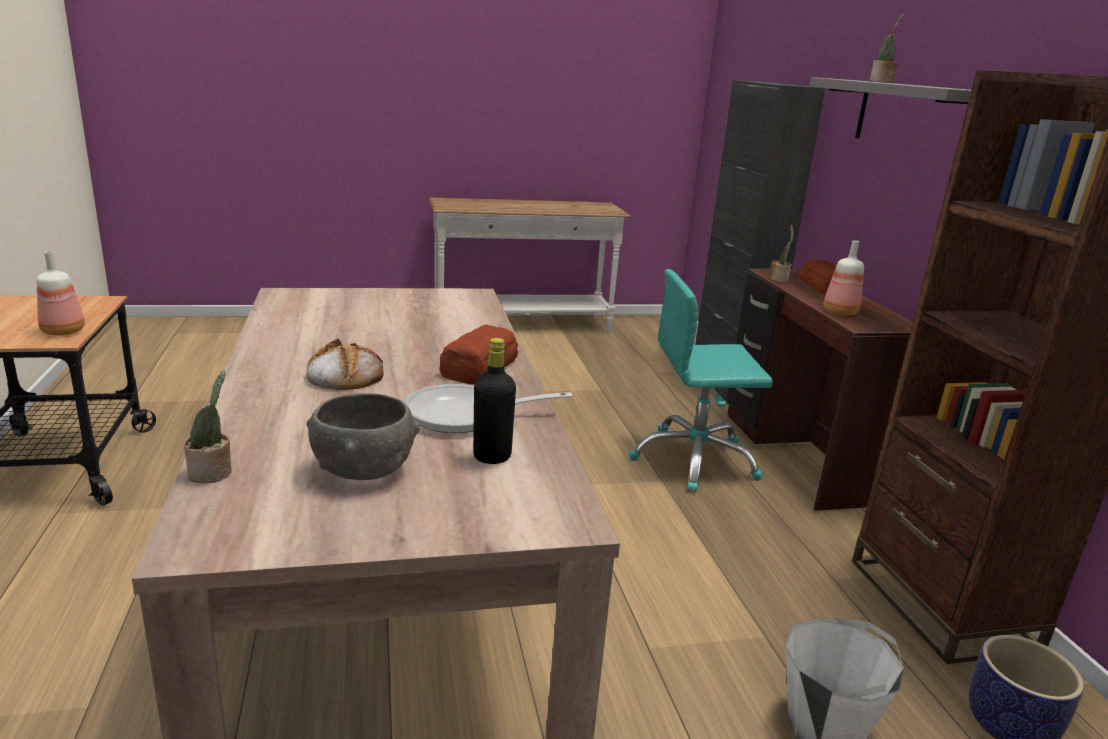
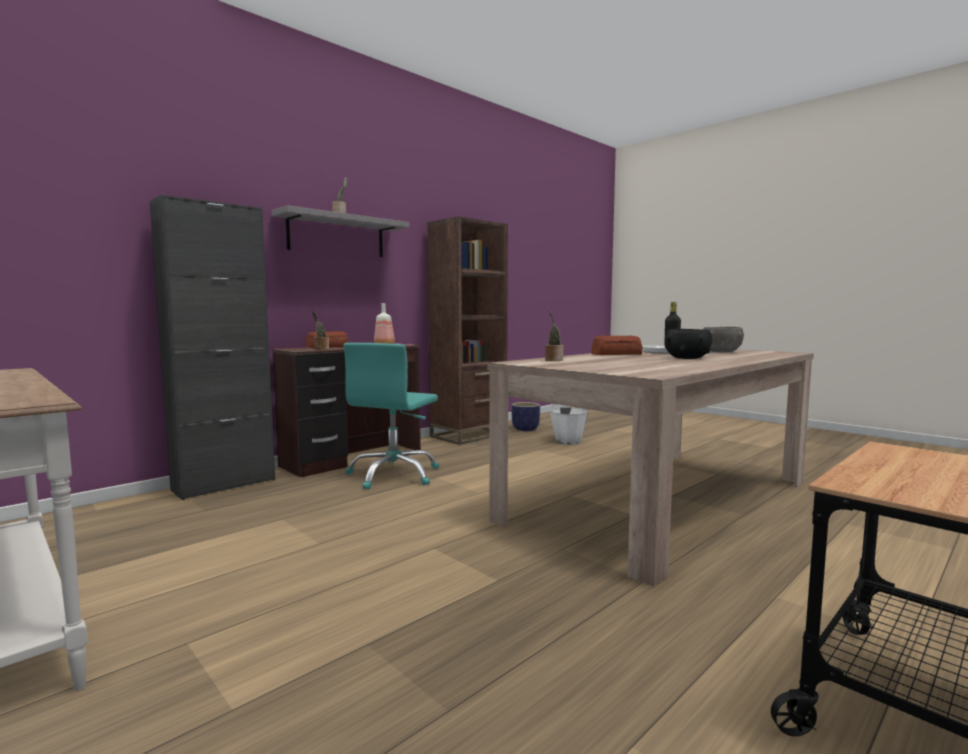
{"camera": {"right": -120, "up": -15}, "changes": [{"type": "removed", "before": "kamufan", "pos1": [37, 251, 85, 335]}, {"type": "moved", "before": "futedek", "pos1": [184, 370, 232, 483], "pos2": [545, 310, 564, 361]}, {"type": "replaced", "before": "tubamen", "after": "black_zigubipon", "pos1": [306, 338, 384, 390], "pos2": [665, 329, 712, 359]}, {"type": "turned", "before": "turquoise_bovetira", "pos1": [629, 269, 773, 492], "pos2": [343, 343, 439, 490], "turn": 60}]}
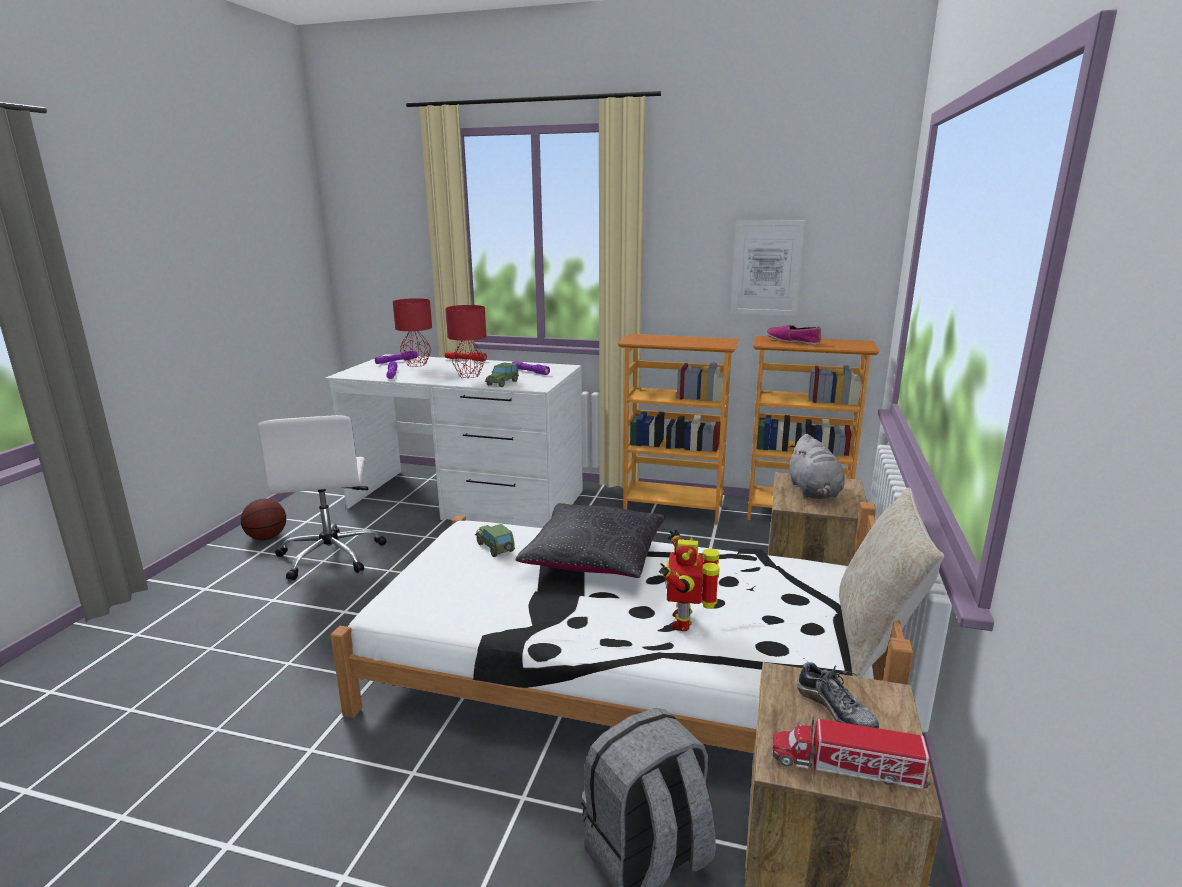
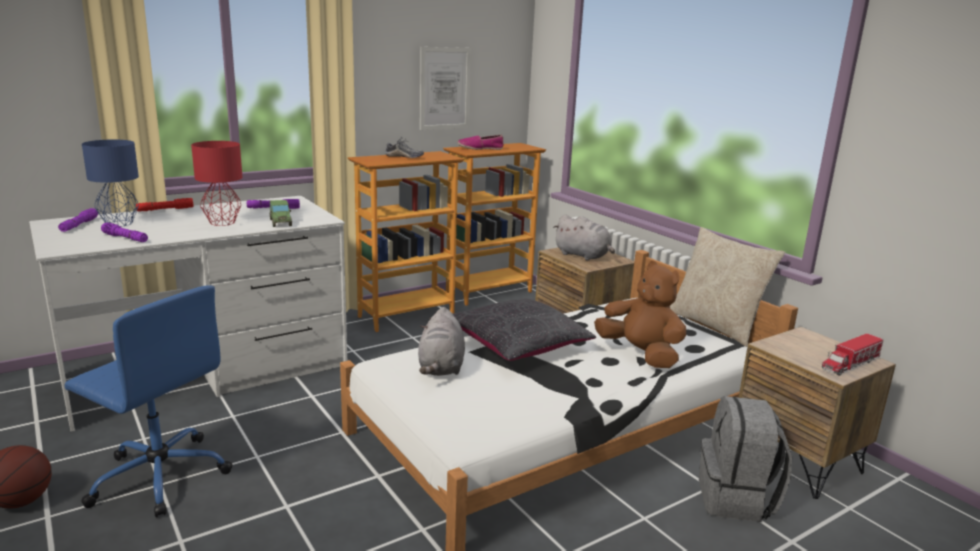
{"camera": {"right": -50, "up": 0}, "changes": [{"type": "recoloured", "before": "white_bovetira", "after": "blue_bovetira", "pos1": [257, 415, 386, 580], "pos2": [65, 285, 233, 518]}, {"type": "recoloured", "before": "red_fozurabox", "after": "blue_fozurabox", "pos1": [393, 298, 432, 367], "pos2": [82, 139, 139, 226]}, {"type": "replaced", "before": "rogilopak", "after": "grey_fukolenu", "pos1": [475, 524, 515, 557], "pos2": [418, 307, 465, 376]}, {"type": "replaced", "before": "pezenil", "after": "brown_fukolenu", "pos1": [659, 529, 720, 631], "pos2": [594, 261, 686, 368]}, {"type": "moved", "before": "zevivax", "pos1": [797, 659, 879, 728], "pos2": [385, 137, 424, 158]}]}
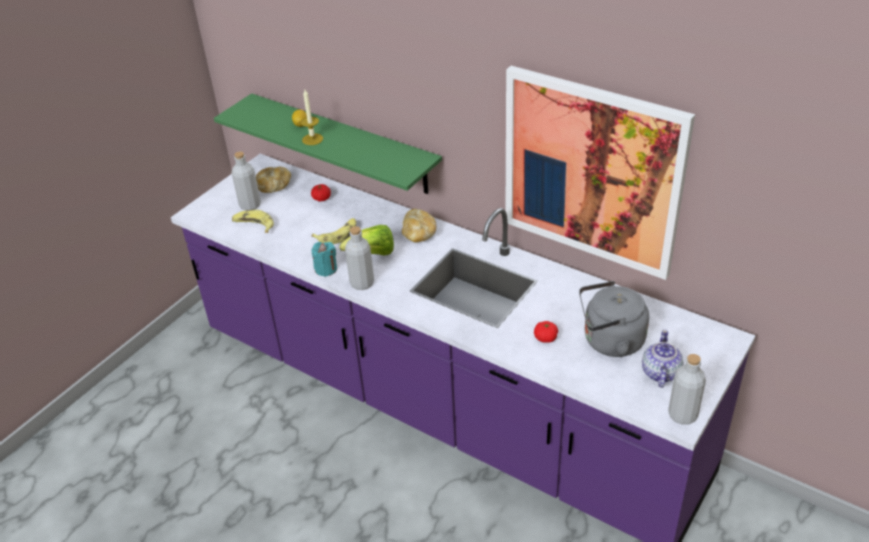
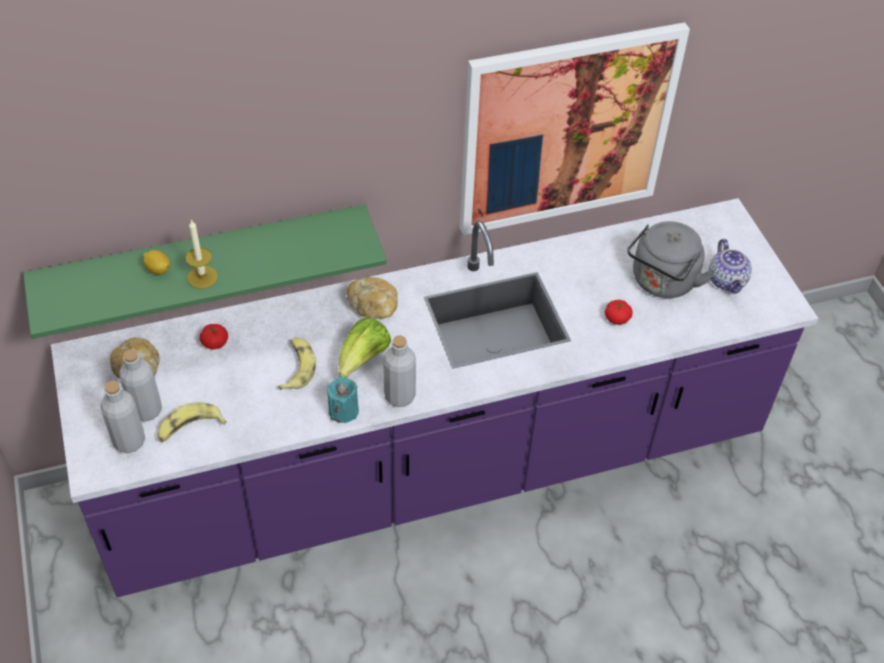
{"camera": {"right": -55, "up": 10}, "changes": [{"type": "turned", "before": "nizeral", "pos1": [642, 330, 683, 388], "pos2": [709, 239, 752, 294], "turn": -150}, {"type": "moved", "before": "grey_kamufan", "pos1": [668, 354, 706, 425], "pos2": [101, 381, 145, 453]}]}
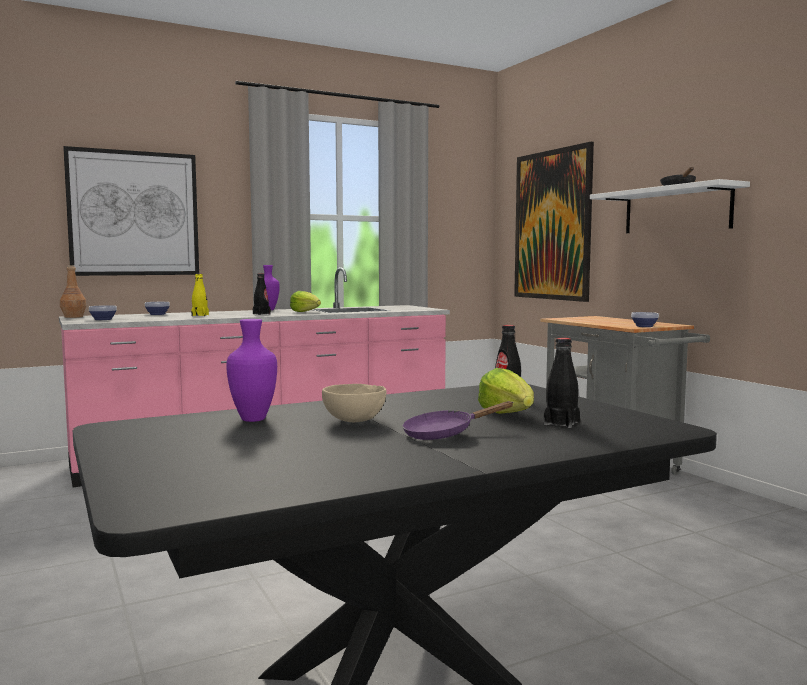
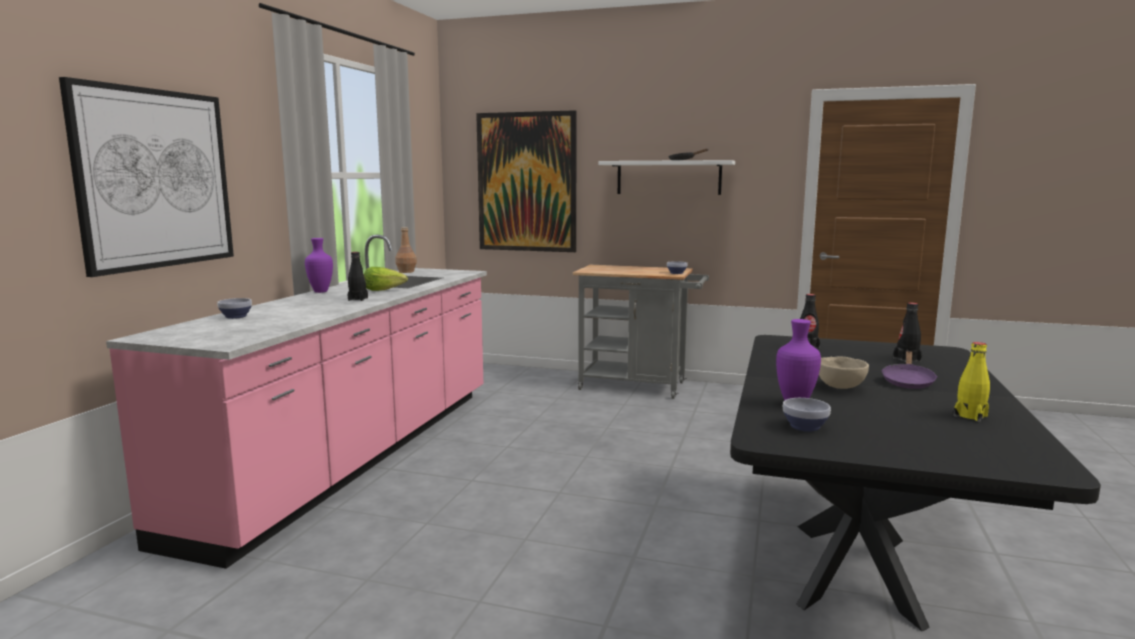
{"camera": {"right": -45, "up": 5}, "changes": [{"type": "moved", "before": "brown_kamufan", "pos1": [60, 266, 86, 318], "pos2": [395, 227, 417, 273]}, {"type": "moved", "before": "zigubipon", "pos1": [89, 305, 117, 320], "pos2": [783, 398, 831, 432]}, {"type": "moved", "before": "yellow_kamufan", "pos1": [191, 274, 209, 316], "pos2": [954, 342, 990, 422]}, {"type": "removed", "before": "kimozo", "pos1": [478, 368, 534, 414]}]}
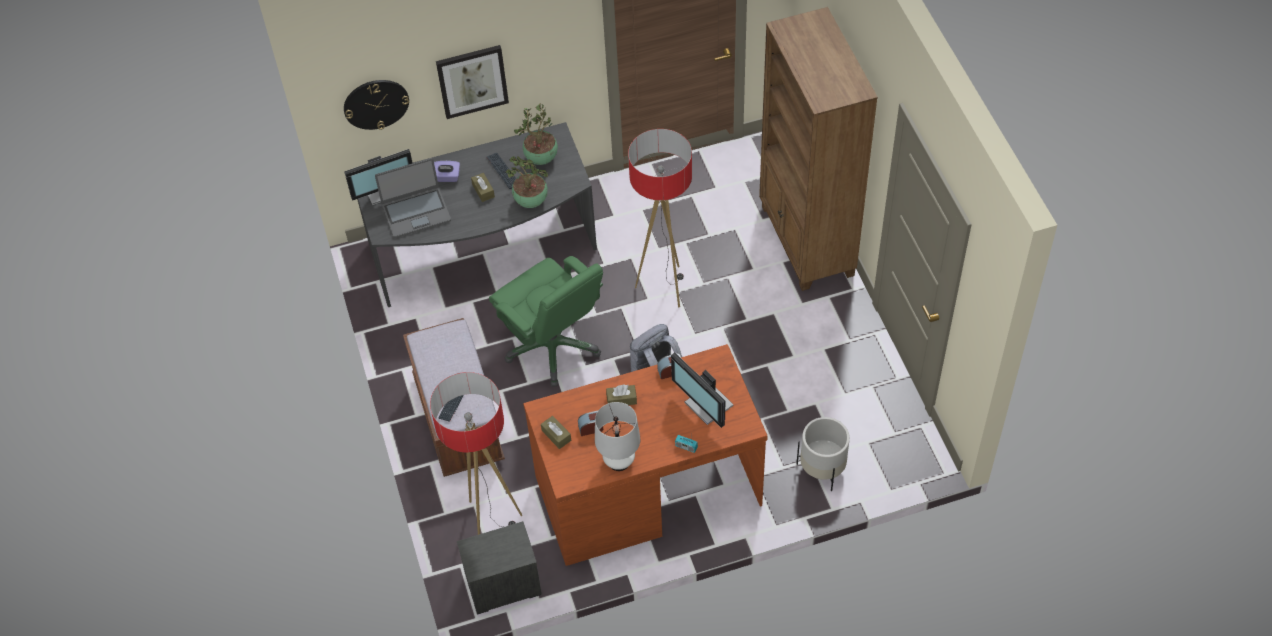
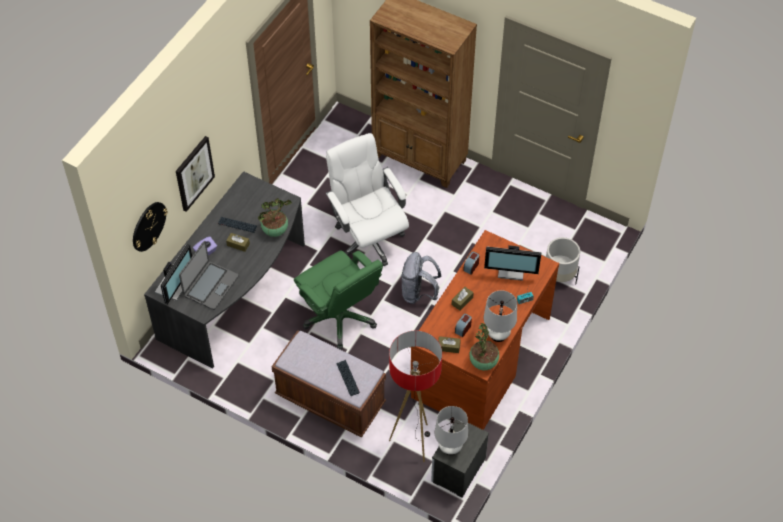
{"camera": {"right": -45, "up": 0}, "changes": [{"type": "turned", "before": "green_bovetira", "pos1": [489, 256, 603, 387], "pos2": [294, 251, 383, 350], "turn": 45}, {"type": "moved", "before": "futedek", "pos1": [514, 104, 558, 165], "pos2": [469, 323, 499, 370]}, {"type": "replaced", "before": "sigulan", "after": "white_bovetira", "pos1": [628, 129, 692, 308], "pos2": [326, 133, 409, 266]}, {"type": "added", "after": "white_fozurabox", "pos2": [435, 406, 468, 455]}]}
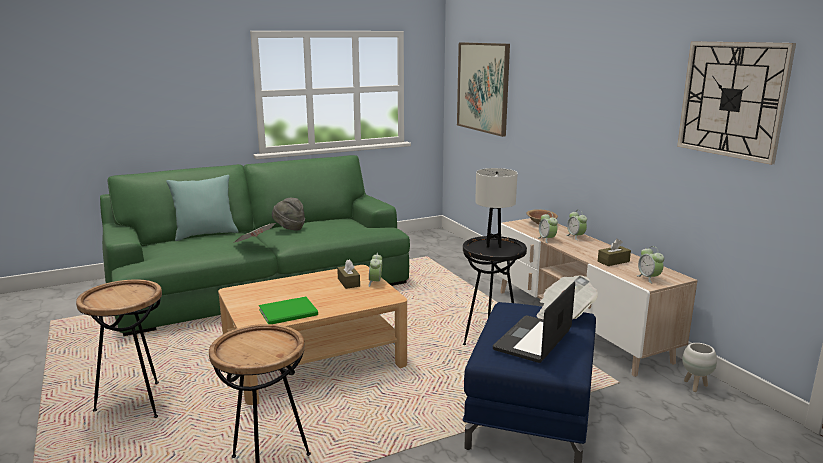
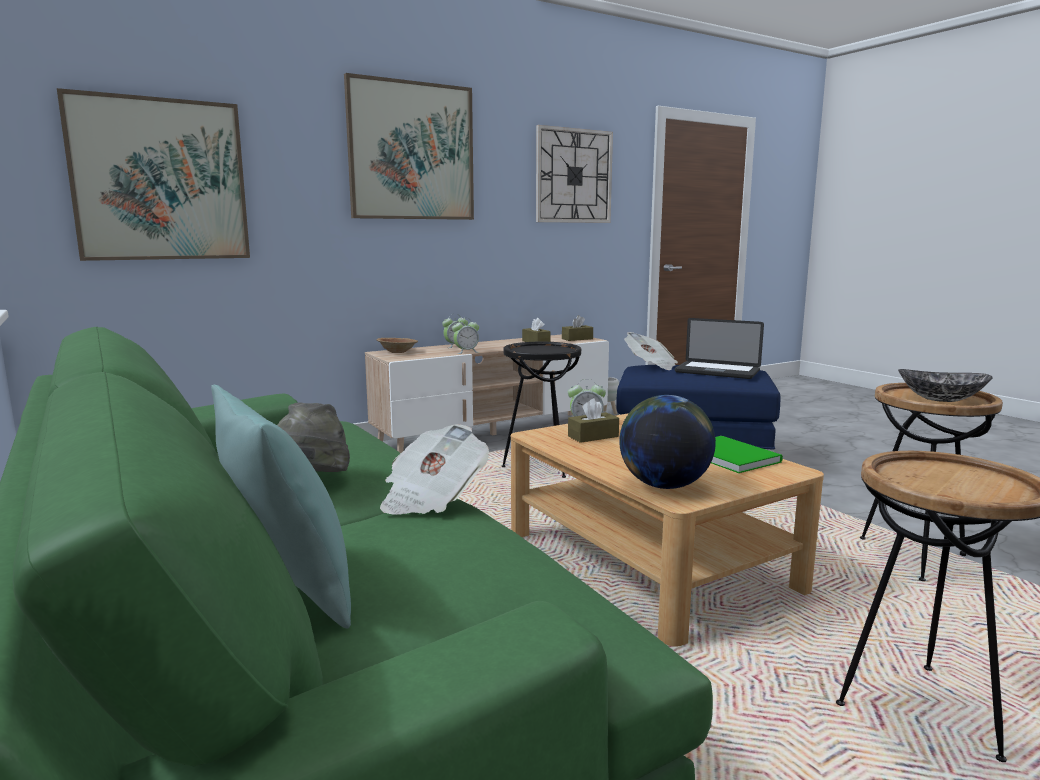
{"camera": {"right": -95, "up": -5}, "changes": [{"type": "removed", "before": "white_fozurabox", "pos1": [475, 168, 518, 248]}, {"type": "replaced", "before": "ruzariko", "after": "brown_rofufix", "pos1": [636, 246, 664, 283], "pos2": [562, 315, 593, 341]}, {"type": "added", "after": "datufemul", "pos2": [344, 73, 474, 220]}, {"type": "added", "after": "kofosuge", "pos2": [619, 395, 716, 489]}, {"type": "added", "after": "zigubipon", "pos2": [898, 369, 993, 402]}]}
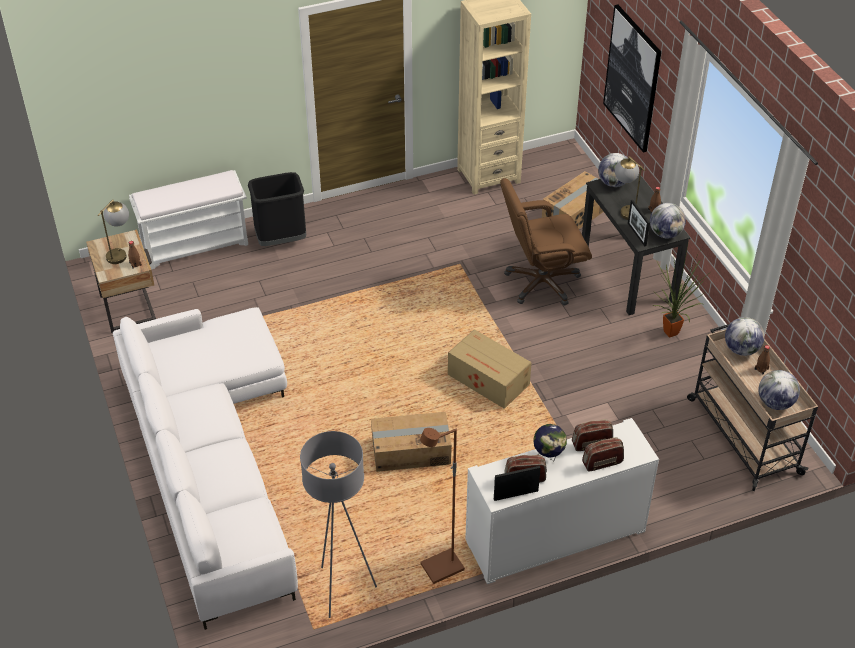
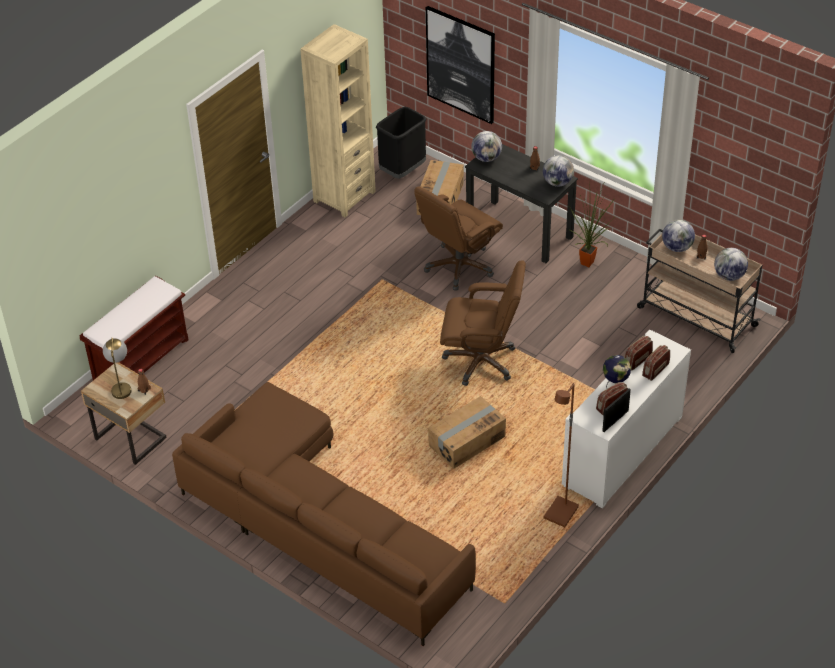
{"camera": {"right": -30, "up": 0}, "changes": [{"type": "recoloured", "before": "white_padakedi", "after": "brown_padakedi", "pos1": [113, 307, 298, 630], "pos2": [172, 382, 476, 646]}, {"type": "recoloured", "before": "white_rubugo", "after": "brown_rubugo", "pos1": [129, 170, 248, 270], "pos2": [80, 275, 188, 380]}, {"type": "moved", "before": "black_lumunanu", "pos1": [248, 172, 306, 246], "pos2": [376, 107, 426, 179]}, {"type": "removed", "before": "grey_sigulan", "pos1": [300, 431, 377, 618]}, {"type": "replaced", "before": "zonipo", "after": "brown_bovetira", "pos1": [448, 329, 532, 409], "pos2": [440, 260, 526, 386]}, {"type": "removed", "before": "fozurabox", "pos1": [615, 156, 646, 220]}, {"type": "removed", "before": "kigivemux", "pos1": [628, 200, 650, 247]}]}
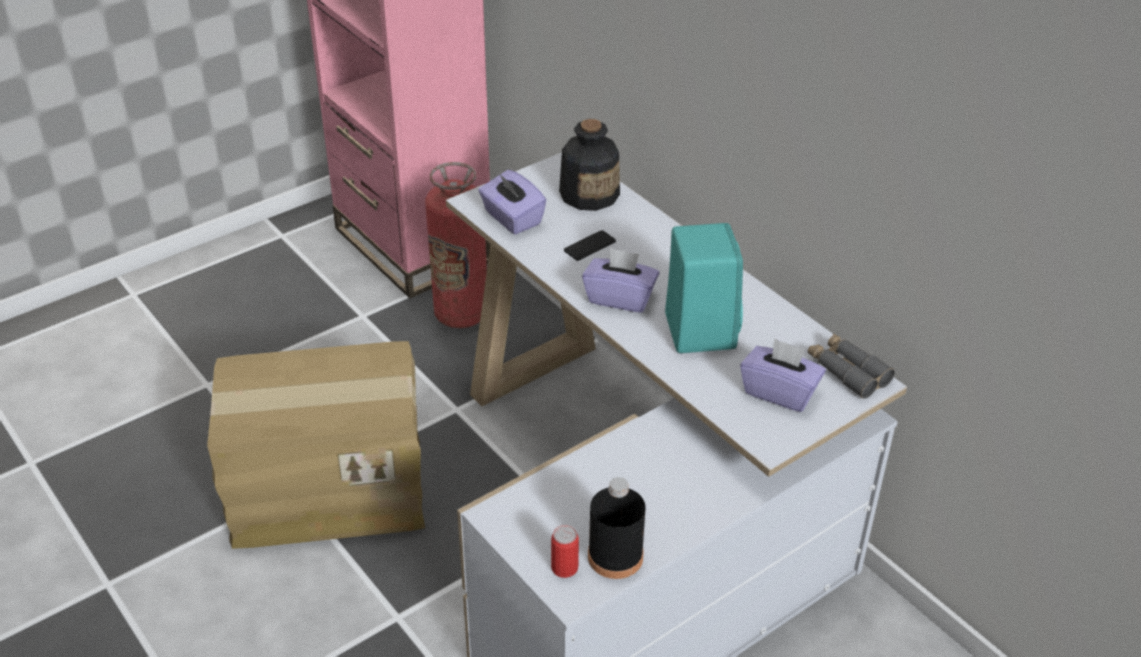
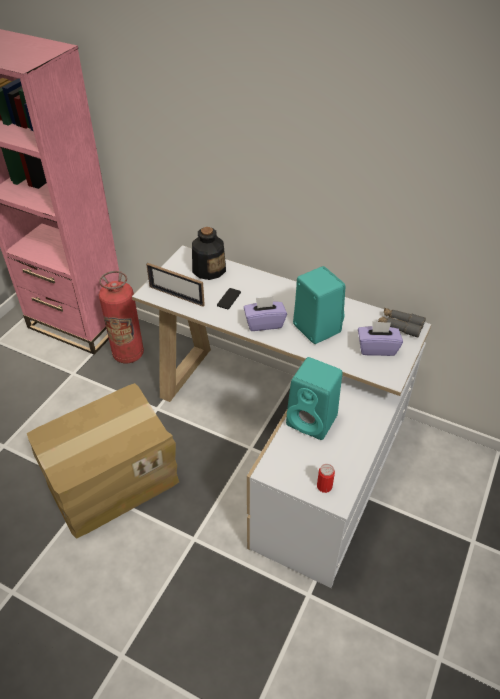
{"camera": {"right": -25, "up": 5}, "changes": [{"type": "replaced", "before": "purple_rofufix", "after": "kigivemux", "pos1": [478, 170, 546, 234], "pos2": [146, 263, 205, 307]}, {"type": "removed", "before": "black_kamufan", "pos1": [588, 477, 646, 579]}, {"type": "added", "after": "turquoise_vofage", "pos2": [286, 357, 343, 440]}]}
